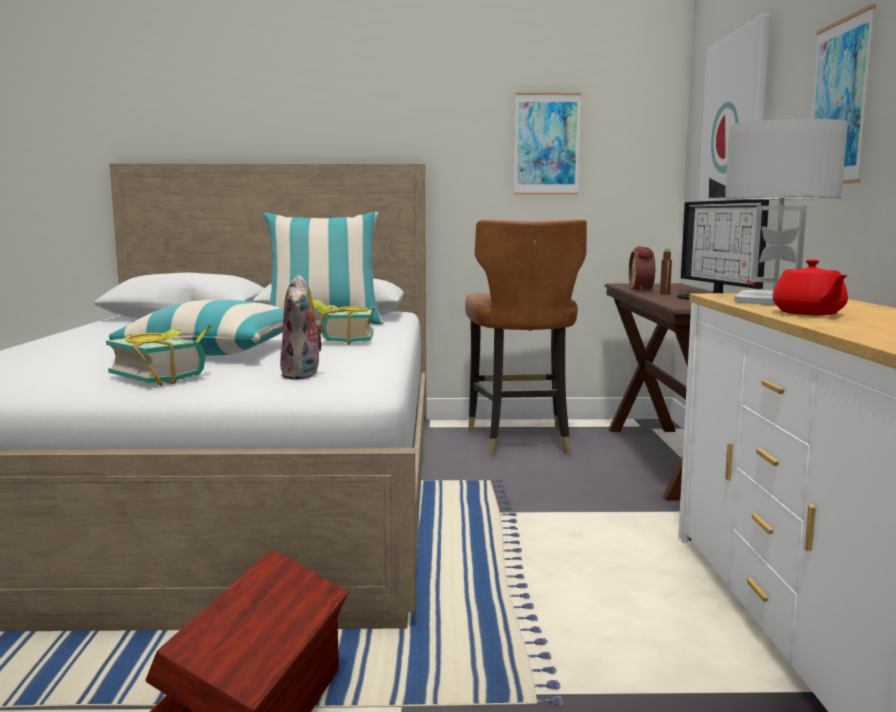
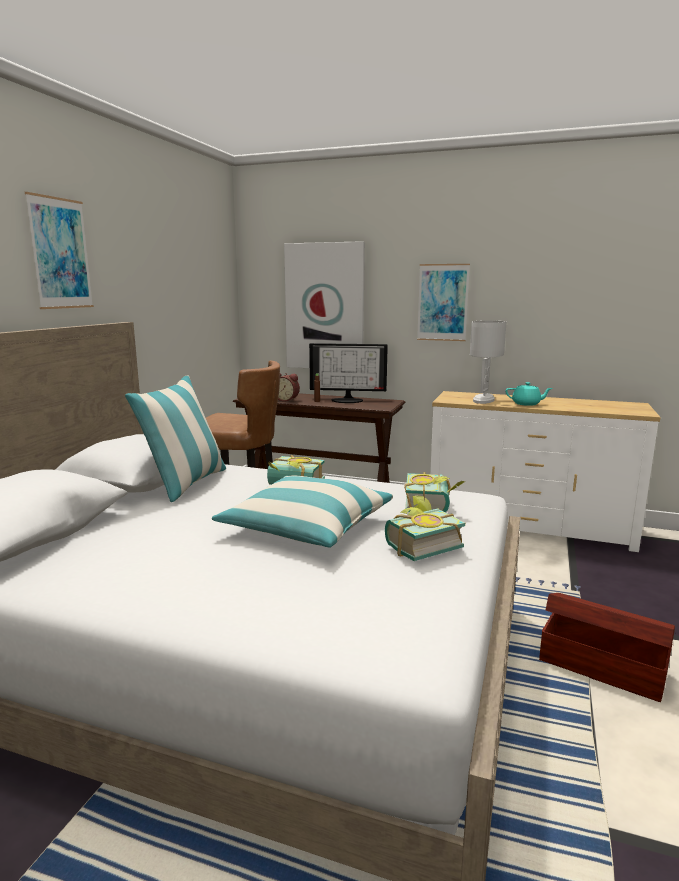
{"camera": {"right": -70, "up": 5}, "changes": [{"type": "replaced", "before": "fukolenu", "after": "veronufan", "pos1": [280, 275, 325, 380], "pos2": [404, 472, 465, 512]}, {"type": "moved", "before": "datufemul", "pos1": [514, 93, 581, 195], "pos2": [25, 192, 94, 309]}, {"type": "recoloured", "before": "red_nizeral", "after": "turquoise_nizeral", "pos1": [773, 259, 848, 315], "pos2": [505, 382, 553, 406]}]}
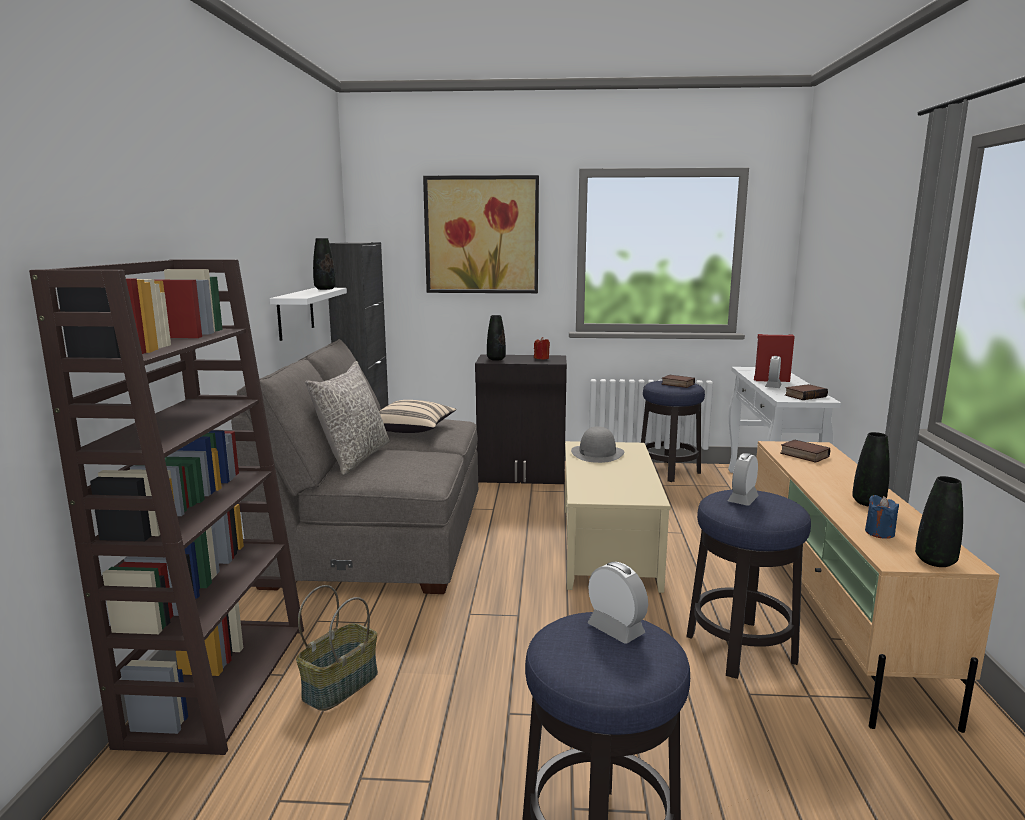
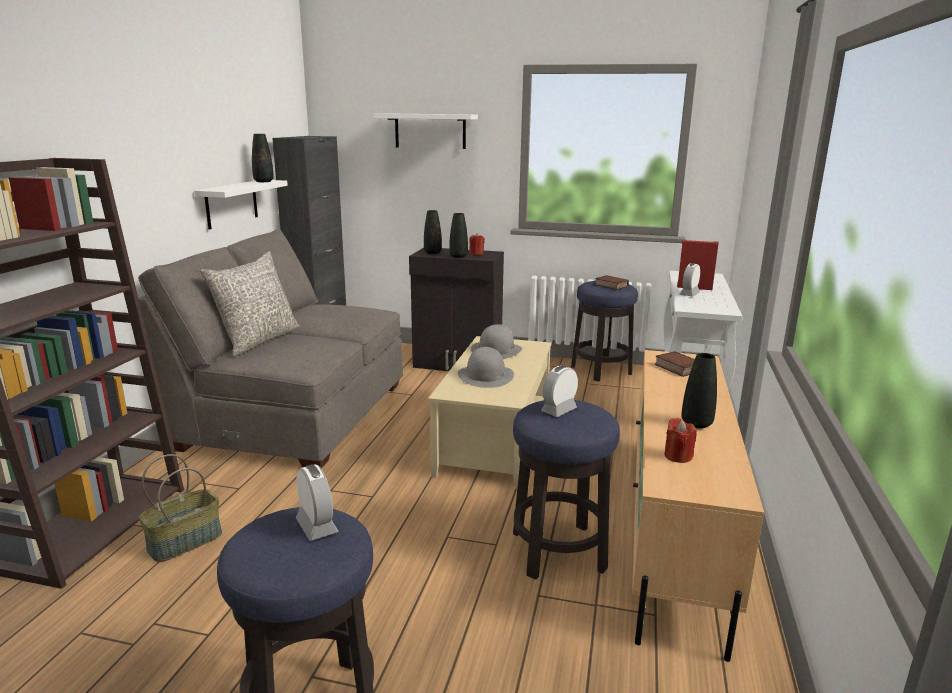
{"camera": {"right": 10, "up": 5}, "changes": [{"type": "removed", "before": "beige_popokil", "pos1": [379, 400, 456, 433]}, {"type": "replaced", "before": "datufemul", "after": "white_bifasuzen", "pos1": [423, 175, 539, 293], "pos2": [374, 113, 478, 149]}, {"type": "removed", "before": "veronufan", "pos1": [785, 384, 828, 400]}, {"type": "recoloured", "before": "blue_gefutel", "after": "red_gefutel", "pos1": [865, 495, 899, 539], "pos2": [664, 418, 697, 463]}, {"type": "moved", "before": "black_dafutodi", "pos1": [915, 476, 963, 567], "pos2": [449, 213, 468, 258]}, {"type": "added", "after": "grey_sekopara", "pos2": [458, 347, 514, 388]}]}
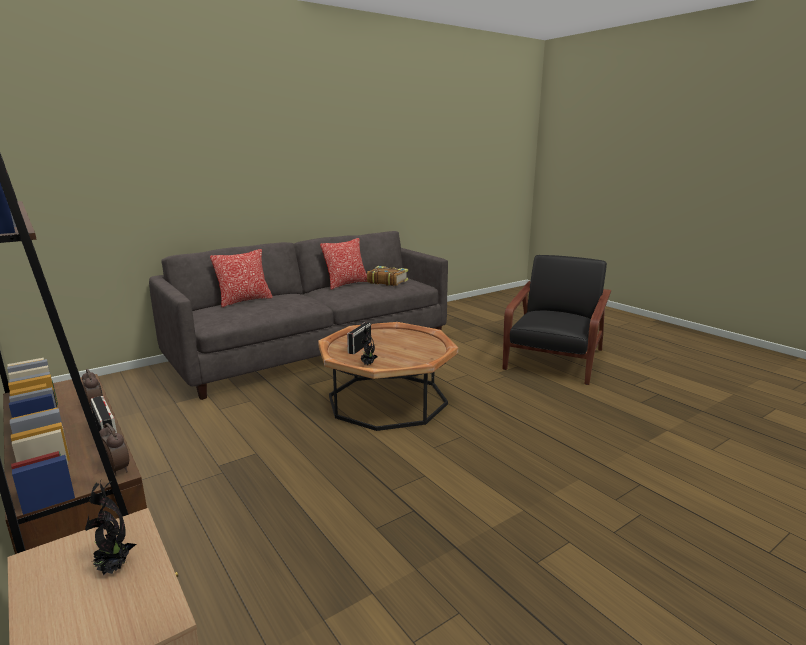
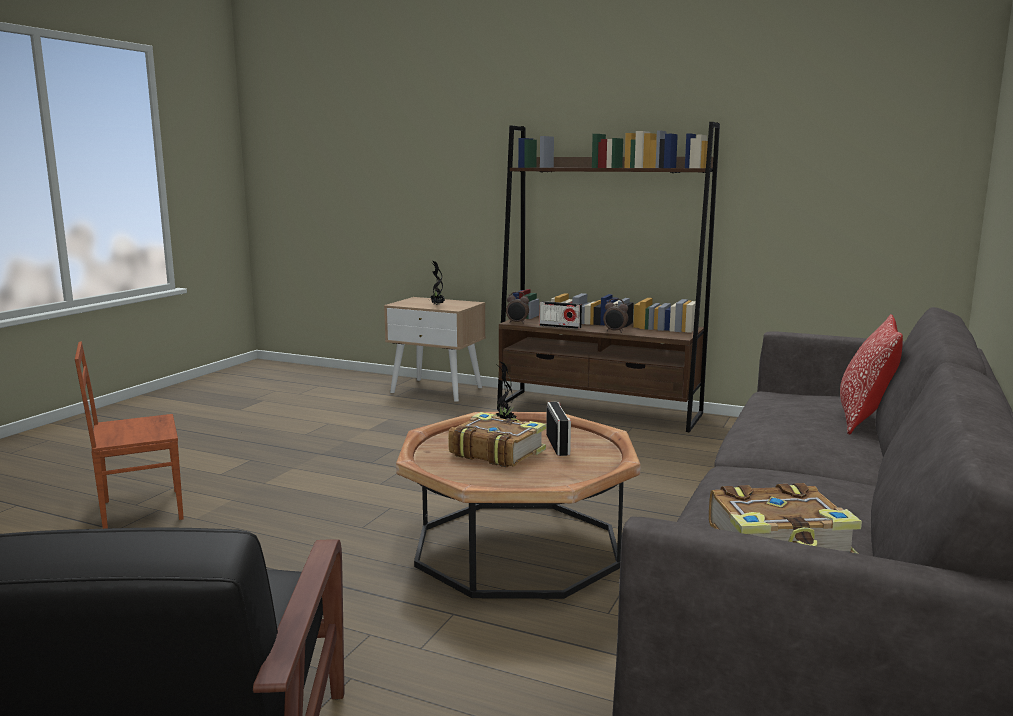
{"camera": {"right": 150, "up": -5}, "changes": [{"type": "removed", "before": "popokil", "pos1": [320, 238, 367, 290]}, {"type": "added", "after": "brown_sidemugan", "pos2": [75, 342, 184, 529]}, {"type": "added", "after": "veronufan", "pos2": [448, 412, 546, 467]}]}
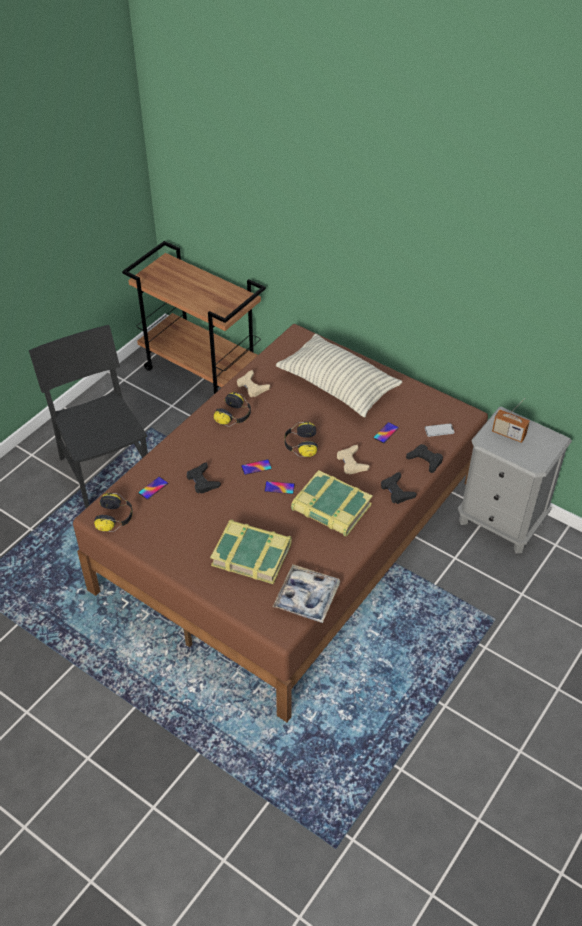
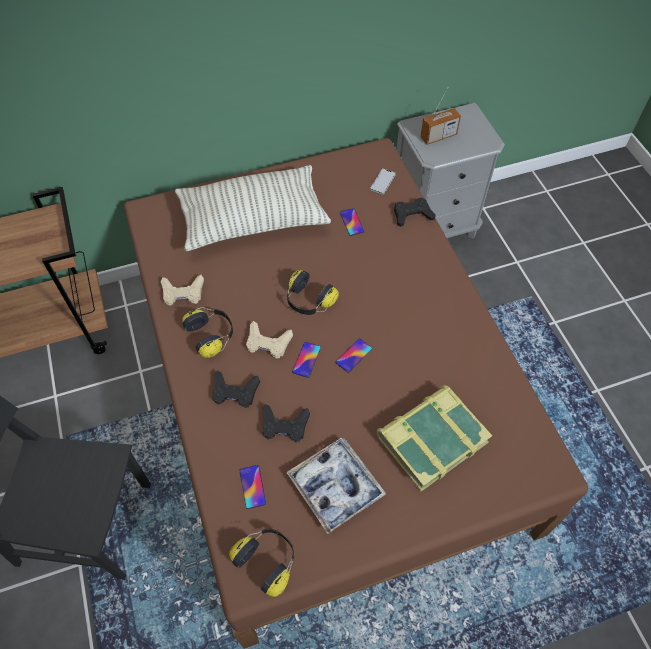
{"camera": {"right": -55, "up": 10}, "changes": [{"type": "moved", "before": "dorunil", "pos1": [273, 564, 340, 623], "pos2": [286, 437, 386, 534]}, {"type": "removed", "before": "veronufan", "pos1": [291, 470, 372, 536]}, {"type": "moved", "before": "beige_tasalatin", "pos1": [337, 445, 370, 475], "pos2": [246, 321, 293, 359]}, {"type": "moved", "before": "black_tasalatin", "pos1": [381, 472, 417, 504], "pos2": [212, 371, 260, 408]}]}
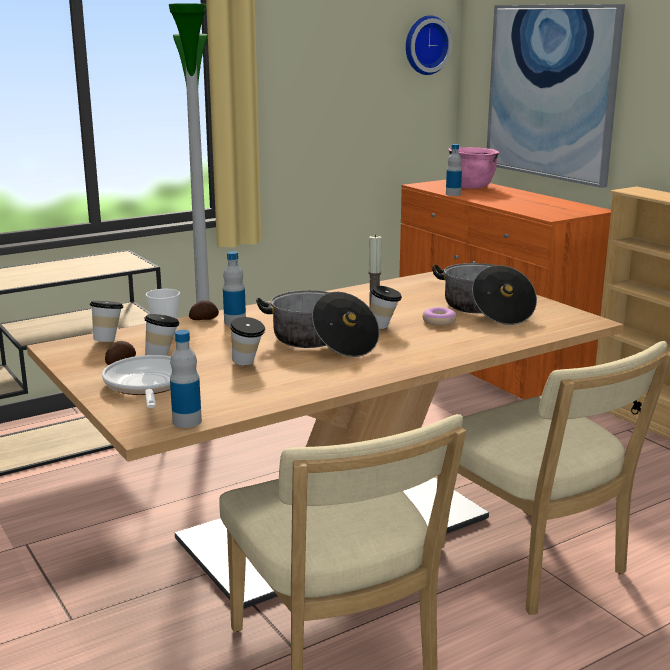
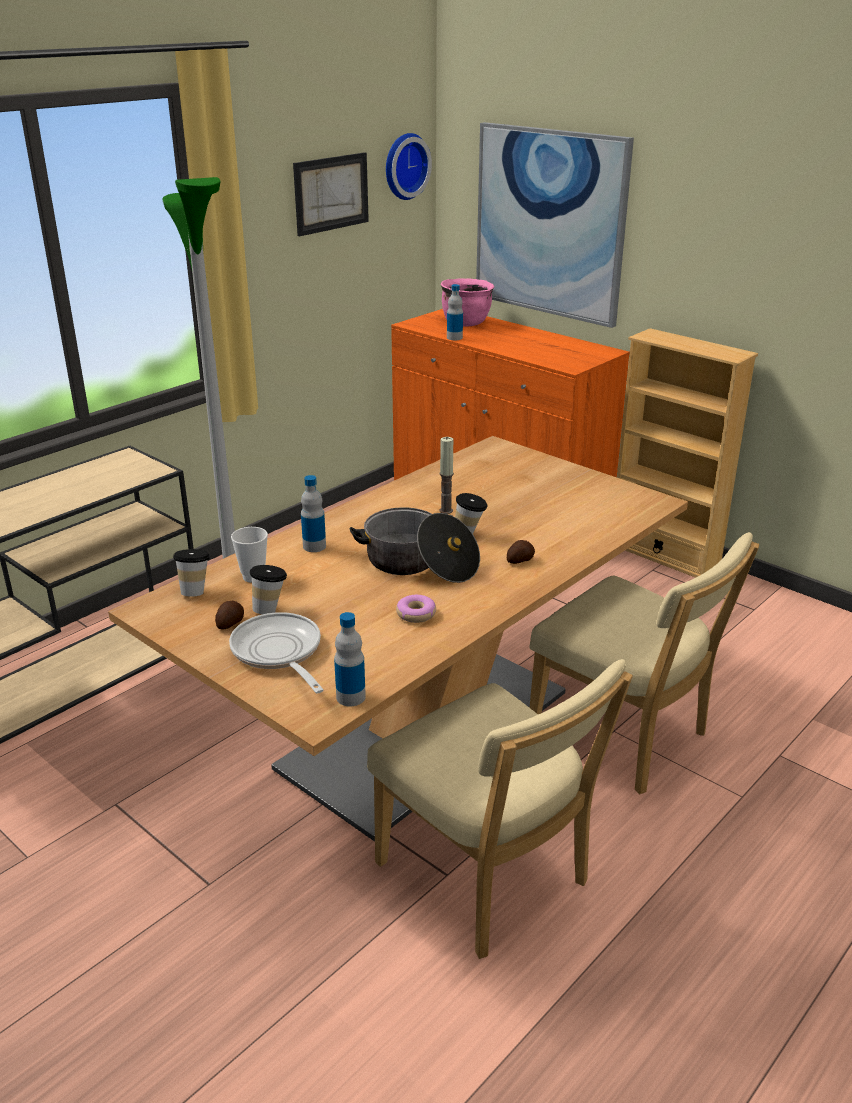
{"camera": {"right": -15, "up": 10}, "changes": [{"type": "moved", "before": "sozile", "pos1": [189, 300, 219, 320], "pos2": [507, 540, 535, 564]}, {"type": "removed", "before": "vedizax", "pos1": [230, 317, 265, 366]}, {"type": "moved", "before": "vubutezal", "pos1": [423, 307, 456, 326], "pos2": [396, 595, 436, 623]}, {"type": "removed", "before": "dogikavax", "pos1": [432, 263, 537, 325]}, {"type": "added", "after": "datufemul", "pos2": [293, 152, 369, 236]}]}
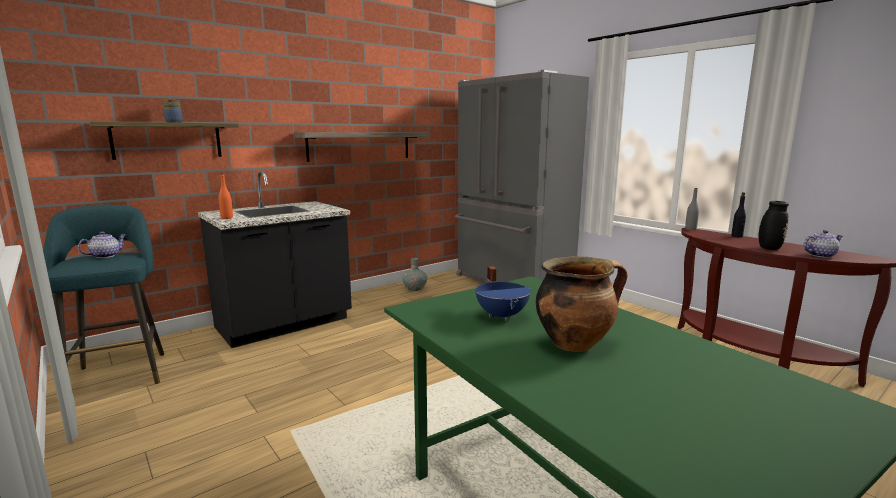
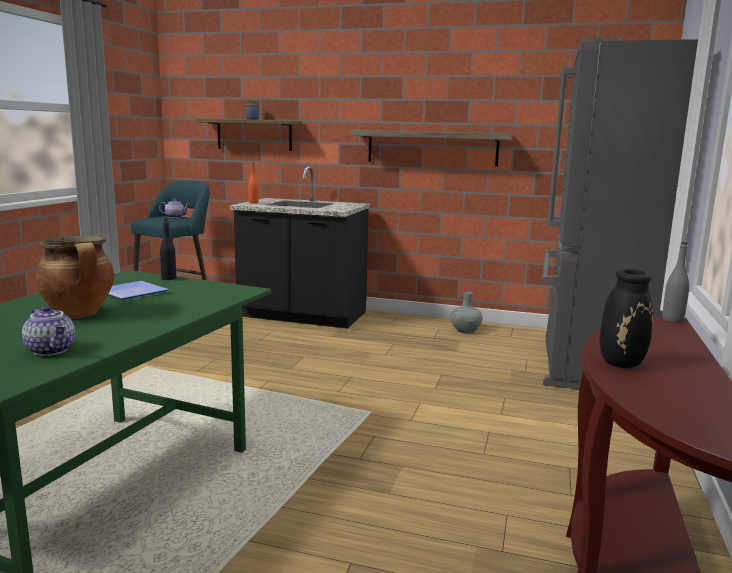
{"camera": {"right": 55, "up": 0}, "changes": [{"type": "replaced", "before": "blue_dogikavax", "after": "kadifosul", "pos1": [475, 266, 531, 321], "pos2": [108, 281, 168, 299]}, {"type": "moved", "before": "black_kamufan", "pos1": [731, 192, 746, 238], "pos2": [160, 217, 176, 280]}, {"type": "moved", "before": "nizeral", "pos1": [803, 230, 843, 258], "pos2": [22, 306, 75, 356]}]}
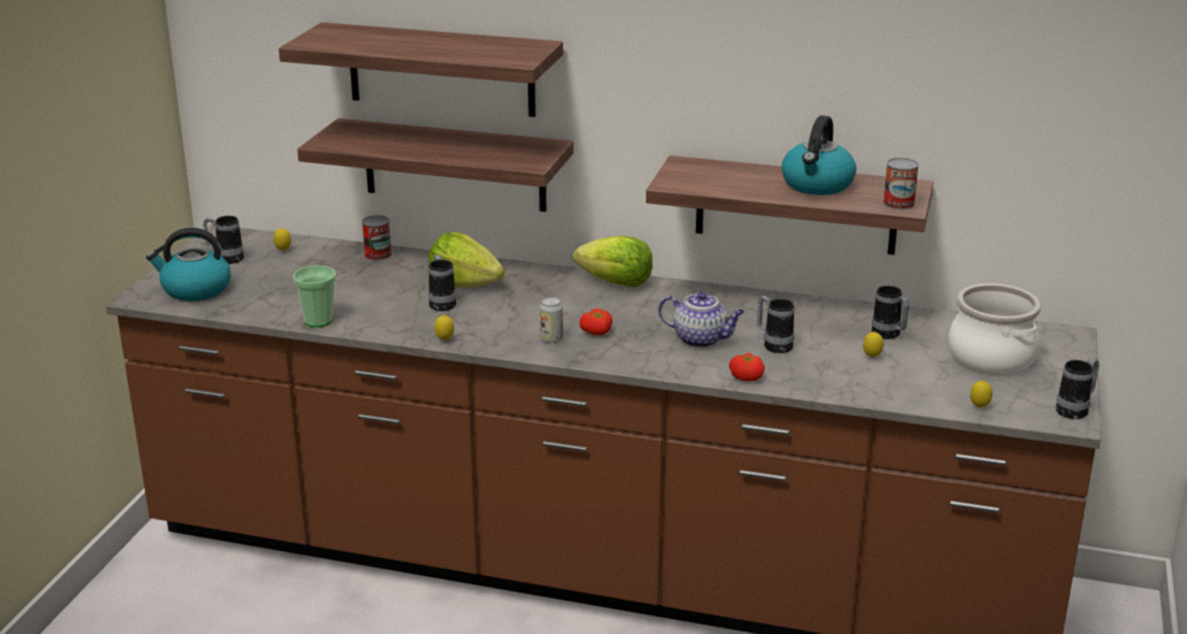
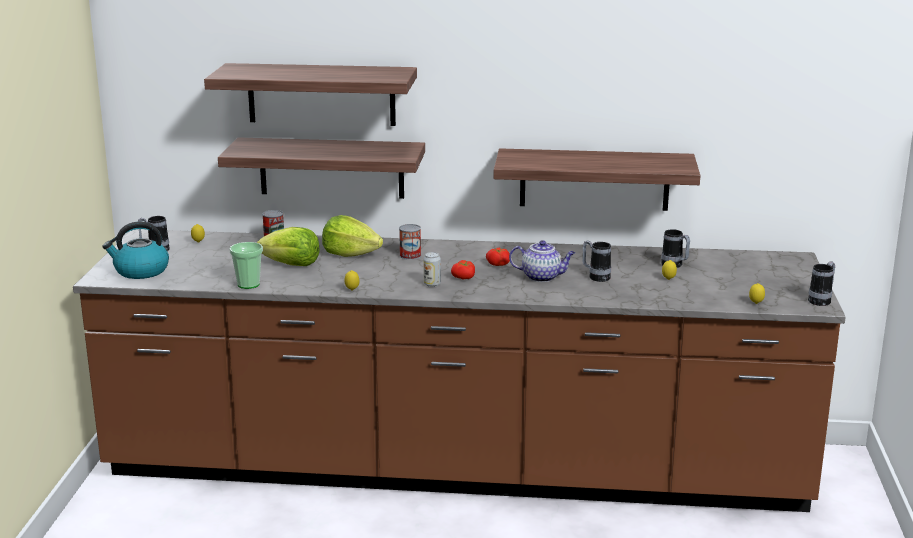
{"camera": {"right": -10, "up": -5}, "changes": [{"type": "removed", "before": "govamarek", "pos1": [428, 254, 456, 311]}, {"type": "moved", "before": "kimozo", "pos1": [573, 236, 653, 287], "pos2": [257, 227, 320, 266]}, {"type": "moved", "before": "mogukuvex", "pos1": [729, 353, 765, 381], "pos2": [486, 247, 510, 266]}, {"type": "removed", "before": "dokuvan", "pos1": [781, 115, 856, 195]}, {"type": "moved", "before": "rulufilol", "pos1": [883, 158, 919, 210], "pos2": [399, 224, 421, 260]}, {"type": "removed", "before": "dogikavax", "pos1": [948, 284, 1041, 374]}]}
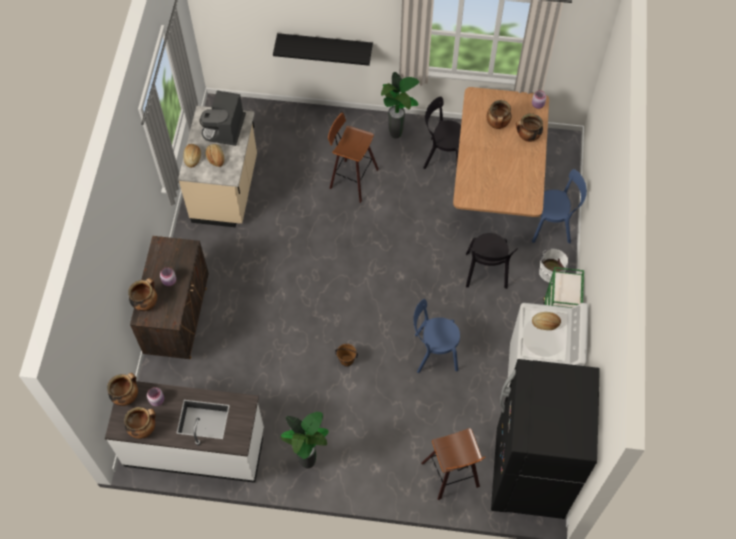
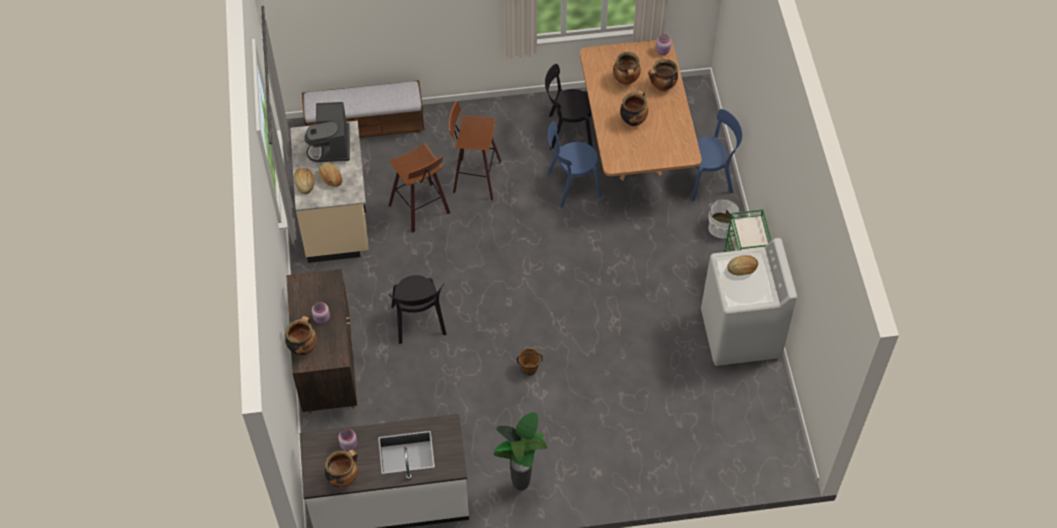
{"camera": {"right": -15, "up": -5}, "changes": [{"type": "moved", "before": "dogikavax", "pos1": [107, 373, 138, 406], "pos2": [620, 90, 648, 126]}, {"type": "removed", "before": "black_bifasuzen", "pos1": [273, 33, 373, 66]}, {"type": "removed", "before": "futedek", "pos1": [381, 72, 419, 139]}, {"type": "moved", "before": "blue_sidemugan", "pos1": [413, 299, 460, 373], "pos2": [547, 121, 601, 208]}, {"type": "moved", "before": "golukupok", "pos1": [421, 428, 485, 500], "pos2": [388, 143, 450, 233]}, {"type": "moved", "before": "black_sidemugan", "pos1": [466, 233, 518, 289], "pos2": [389, 275, 446, 344]}, {"type": "removed", "before": "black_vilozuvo", "pos1": [491, 359, 600, 519]}, {"type": "added", "after": "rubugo", "pos2": [302, 80, 425, 138]}]}
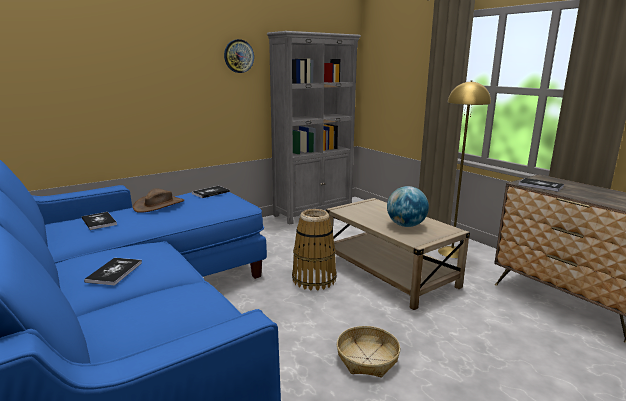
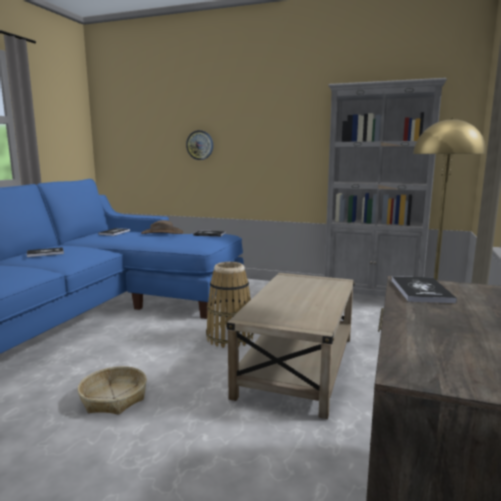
{"camera": {"right": 55, "up": -5}, "changes": [{"type": "moved", "before": "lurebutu", "pos1": [224, 39, 254, 73], "pos2": [186, 130, 213, 160]}, {"type": "removed", "before": "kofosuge", "pos1": [387, 186, 429, 227]}]}
